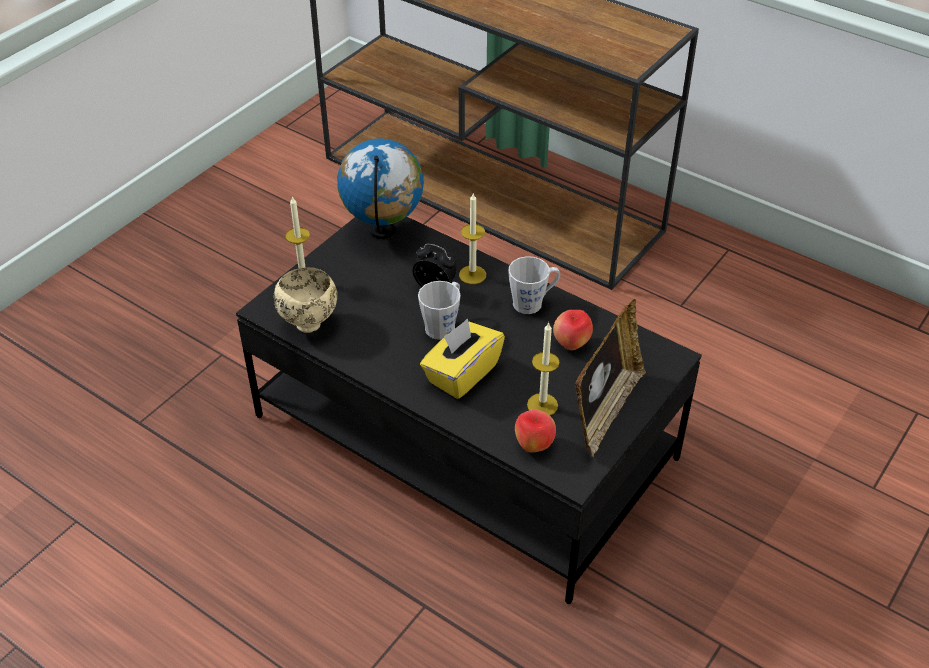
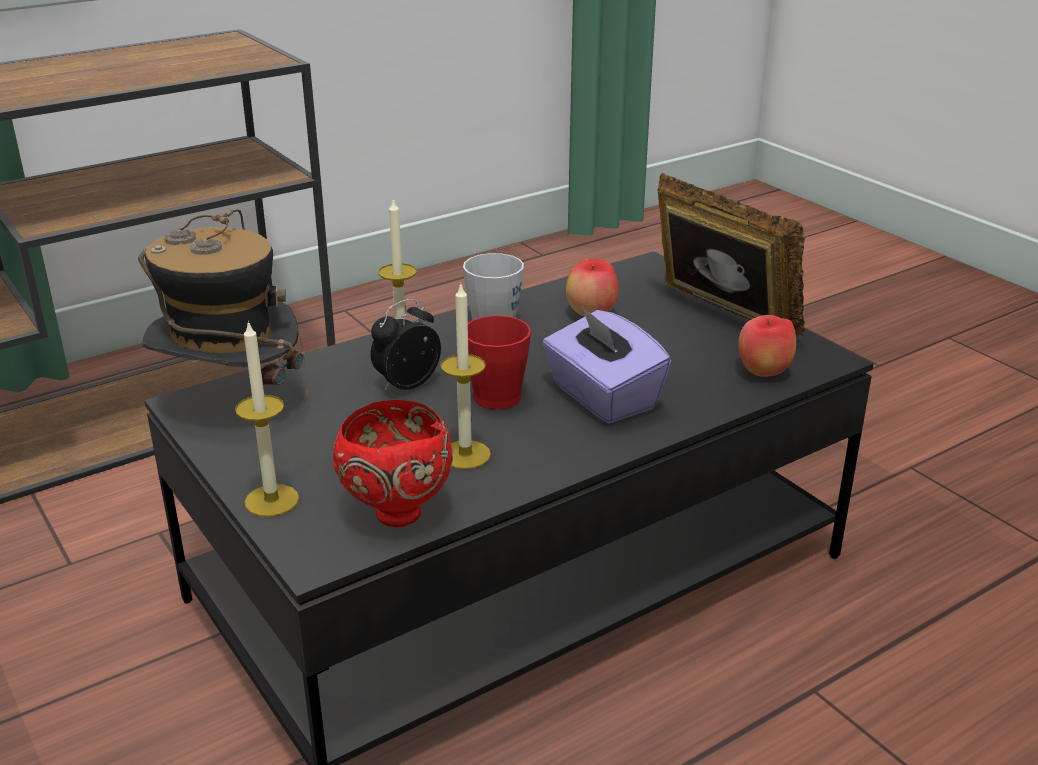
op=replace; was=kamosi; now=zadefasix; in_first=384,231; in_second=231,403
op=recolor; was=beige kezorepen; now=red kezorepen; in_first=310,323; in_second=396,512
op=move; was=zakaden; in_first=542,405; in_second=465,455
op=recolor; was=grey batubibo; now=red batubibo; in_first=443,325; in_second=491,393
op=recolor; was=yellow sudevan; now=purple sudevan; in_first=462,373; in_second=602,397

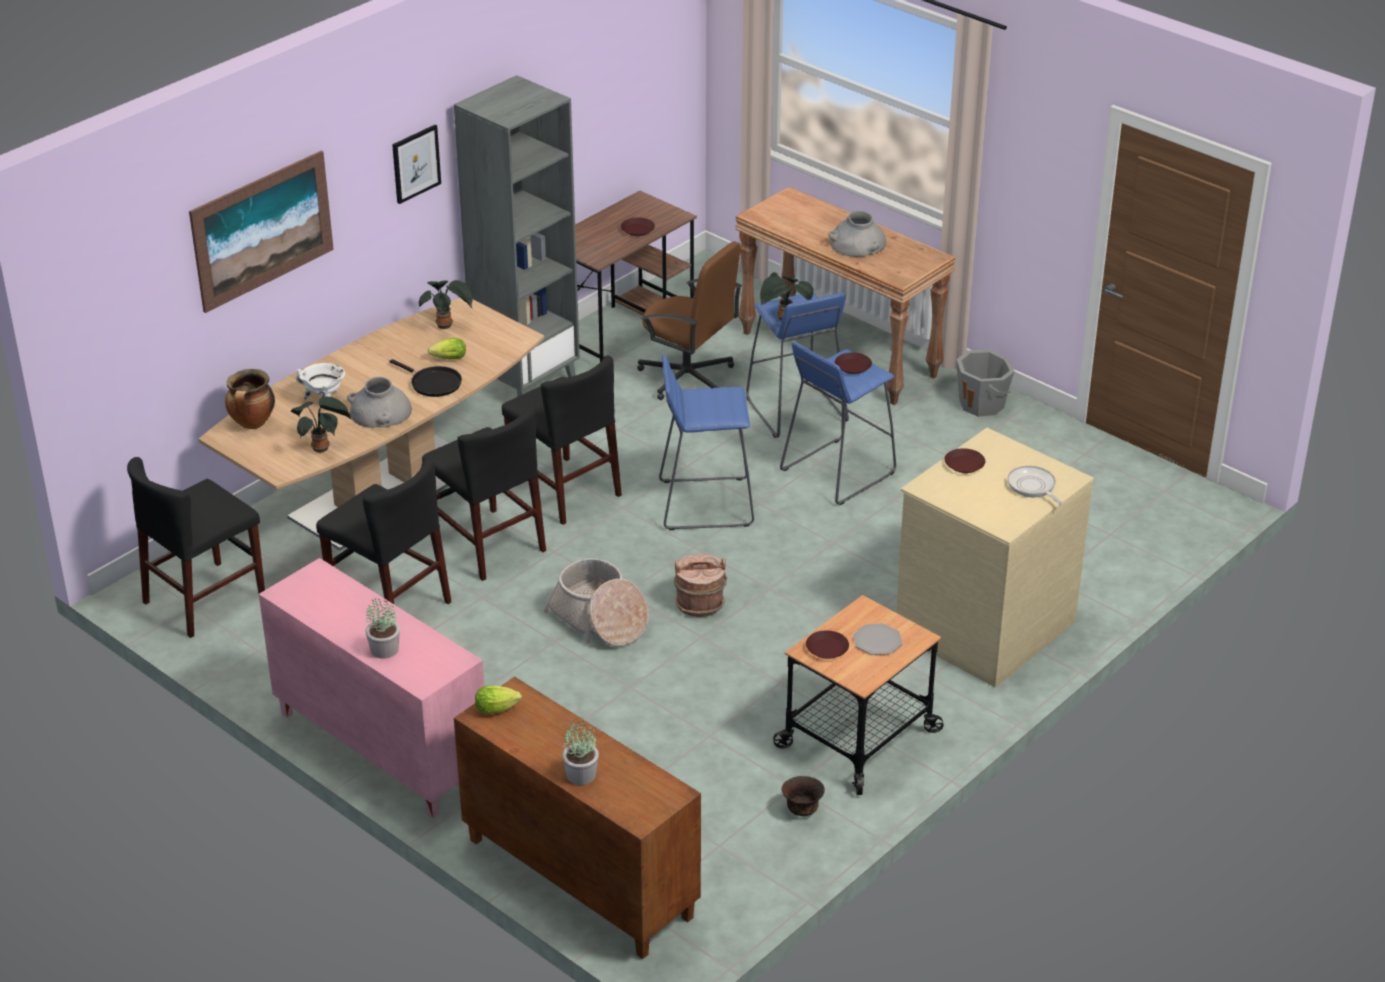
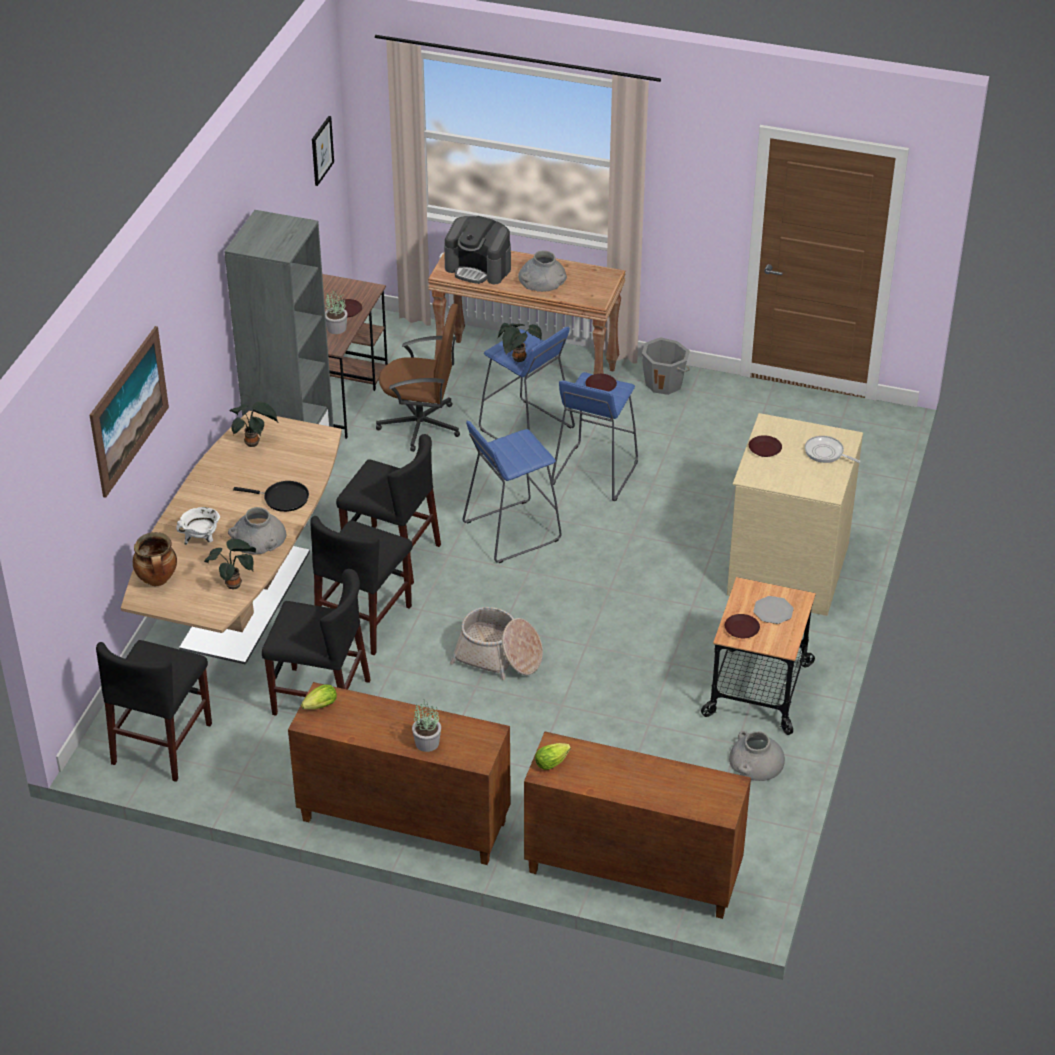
op=recolor; was=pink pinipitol; now=brown pinipitol; in_first=379,747; in_second=402,822
op=move; was=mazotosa; in_first=447,359; in_second=319,707
op=rotate; was=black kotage; in_first=488,544; in_second=364,620; clockwise=90
op=move; was=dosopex; in_first=416,163; in_second=321,150
op=move; was=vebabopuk; in_first=580,774; in_second=336,328
op=insert; now=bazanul; in_second=478,268
op=replace; was=brown kezorepen; now=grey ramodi; in_first=802,810; in_second=756,761
op=delete; was=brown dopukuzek; in_first=700,603

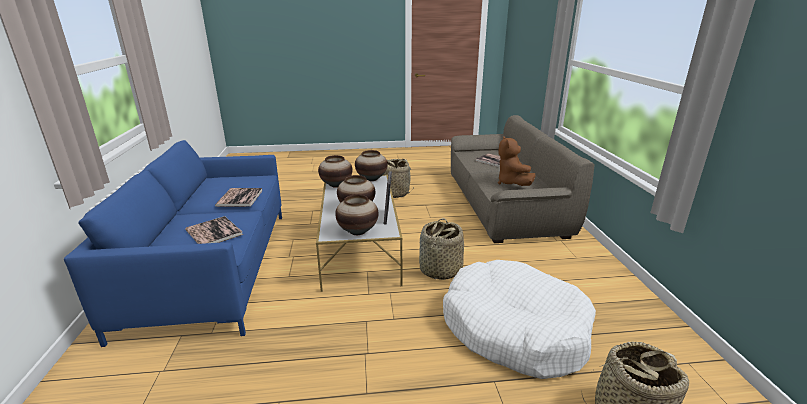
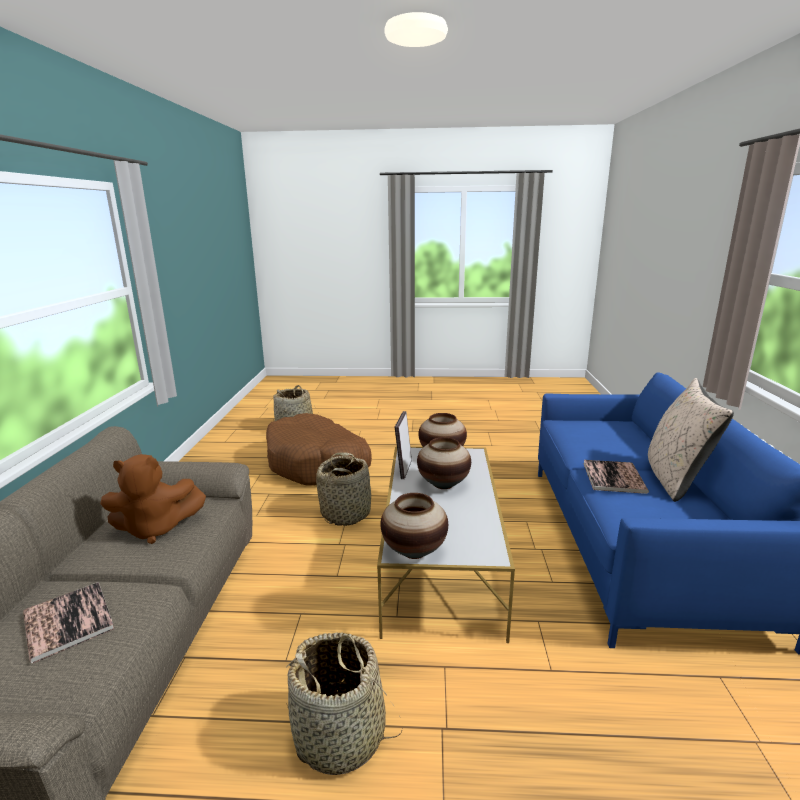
op=rotate; was=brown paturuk; in_first=512,183; in_second=156,529; clockwise=75
op=recolor; was=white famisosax; now=brown famisosax; in_first=513,329; in_second=317,463
op=insert; now=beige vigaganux; in_second=675,478
op=delete; was=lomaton; in_first=214,232
op=delete; was=ramodi; in_first=336,185

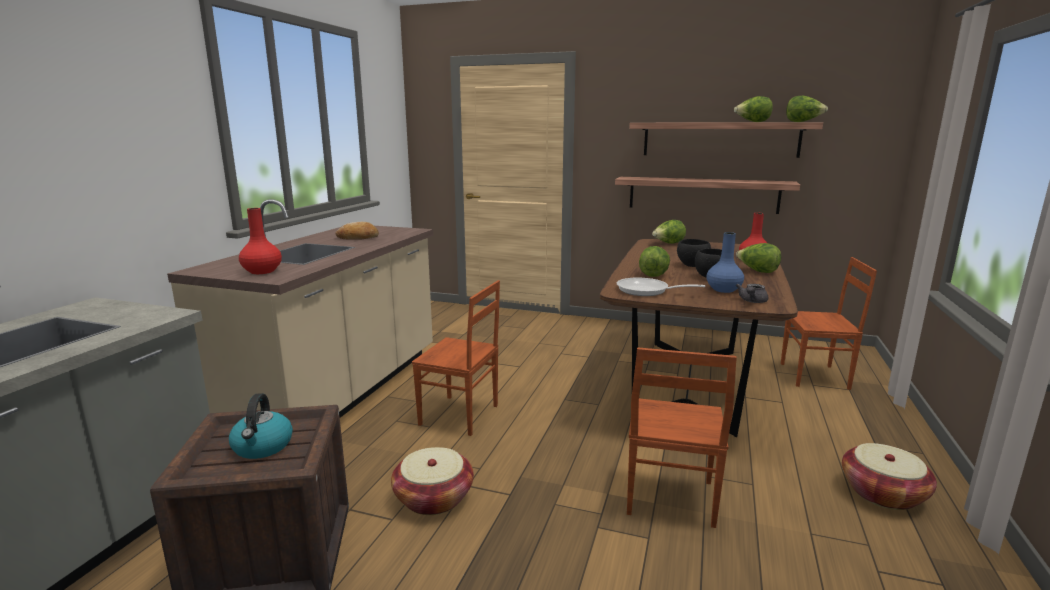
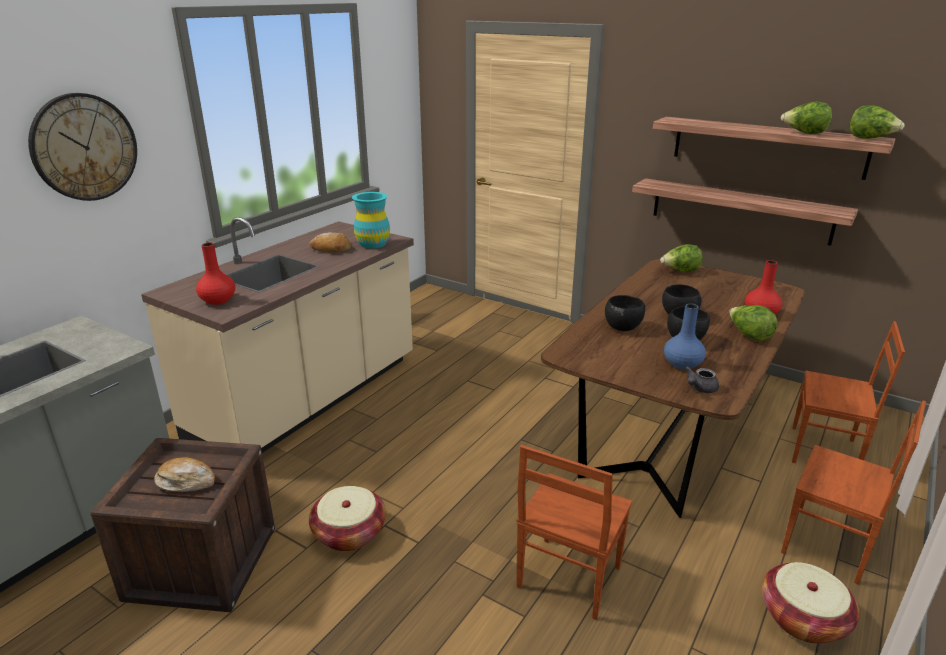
op=insert; now=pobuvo; in_second=84,147
op=replace; was=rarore; now=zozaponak; in_first=263,447; in_second=186,482
op=insert; now=turquoise ramodi; in_second=373,244
op=replace; was=mazotosa; now=black kezorepen; in_first=653,274; in_second=622,327
op=move; was=brown kotage; in_first=460,416; in_second=828,545
op=delete; was=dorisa; in_first=647,291

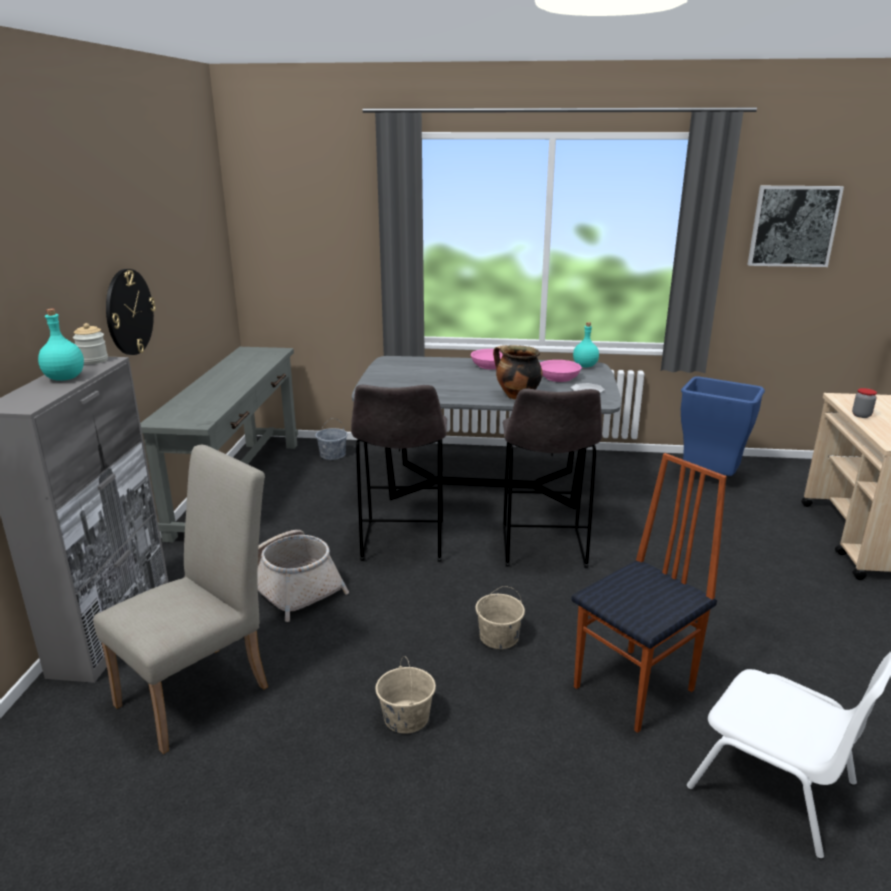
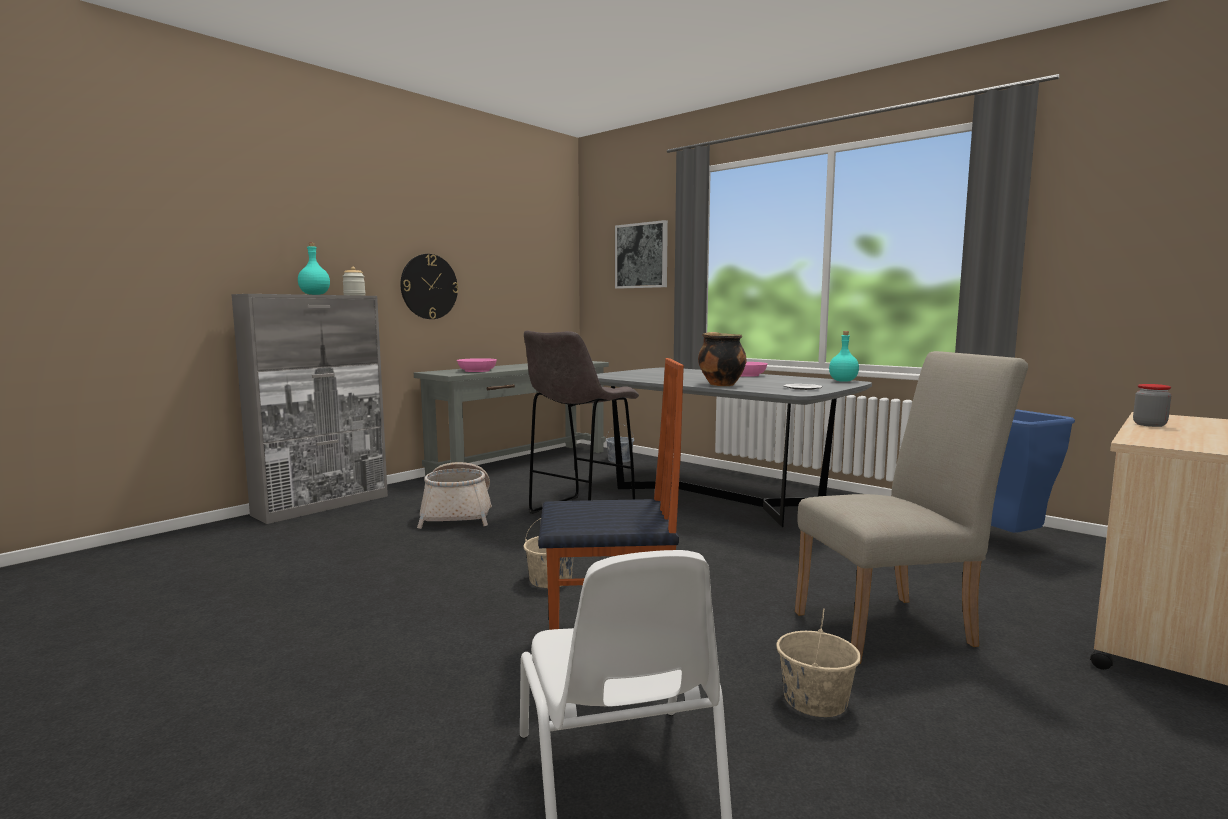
op=move; was=pink kezorepen; in_first=558,377; in_second=477,370
op=move; was=dosopex; in_first=793,226; in_second=641,255
op=move; was=beige dopukuzek; in_first=406,717; in_second=815,700
op=move; was=beige kotage; in_first=203,690; in_second=895,627
op=delete; was=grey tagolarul; in_first=543,549

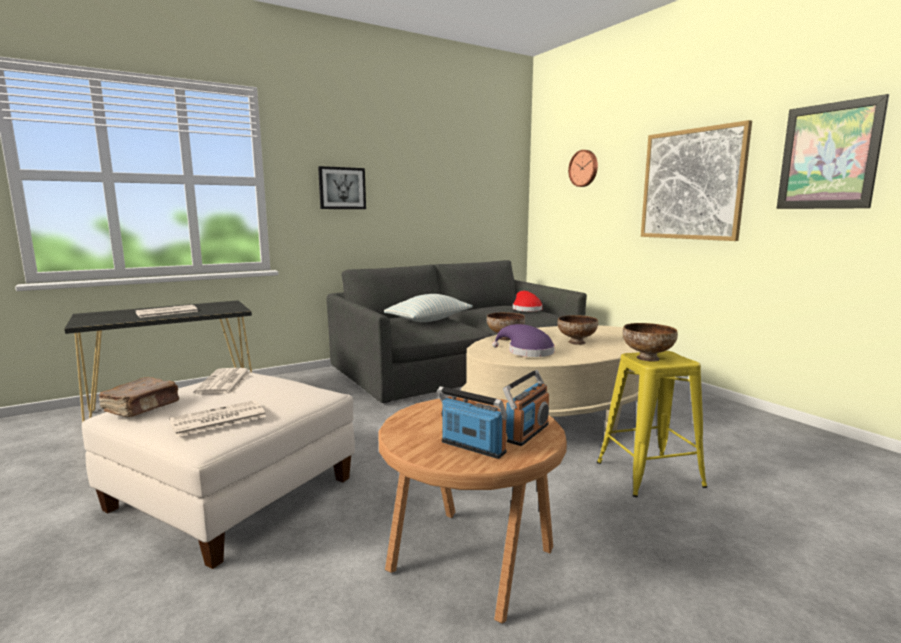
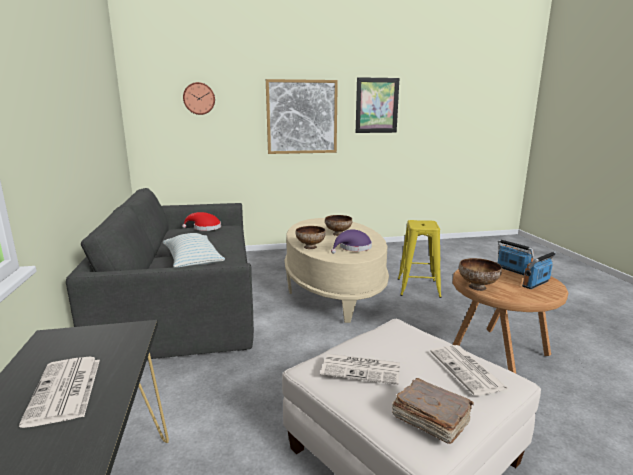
op=move; was=kezorepen; in_first=646,358; in_second=477,287
op=delete; was=dosopex; in_first=342,188

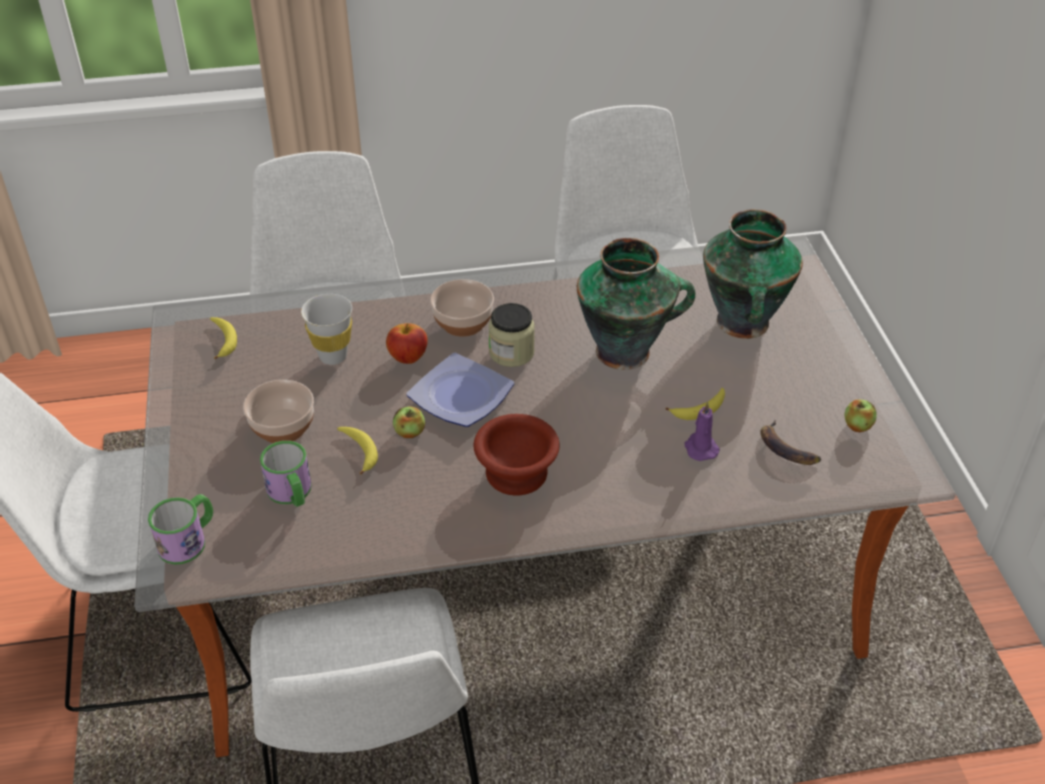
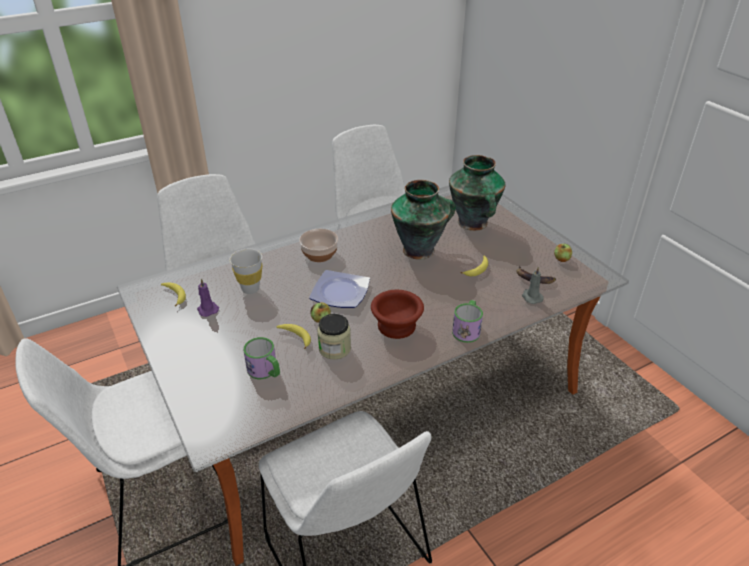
op=move; was=purple zakaden; in_first=700,448; in_second=207,309
op=move; was=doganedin; in_first=511,353; in_second=334,348
op=move; was=batubibo; in_first=188,540; in_second=467,329
op=insert; now=grey zakaden; in_second=531,297
op=delete; was=kezorepen; in_first=283,428
op=delete; was=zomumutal; in_first=408,357

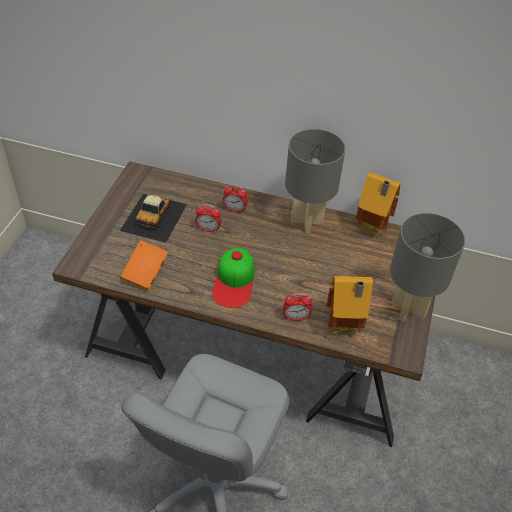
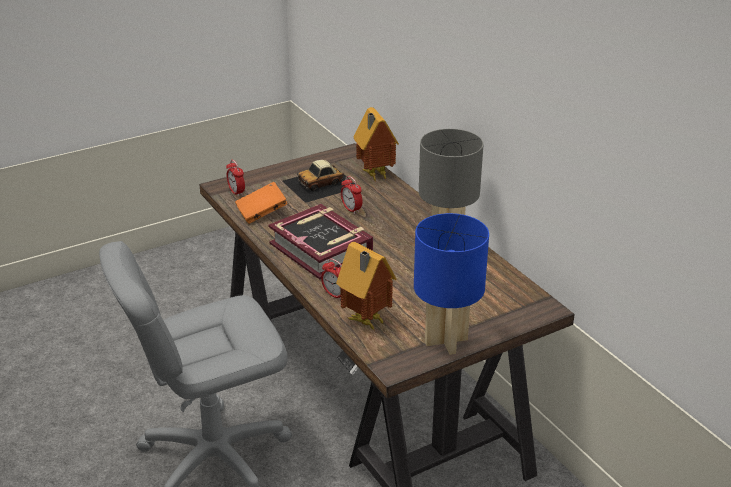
op=move; was=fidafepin; in_first=235,209; in_second=236,192
op=replace; was=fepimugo; now=lomaton; in_first=234,281; in_second=321,249
op=move; was=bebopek; in_first=372,228; in_second=374,175
op=recolor; was=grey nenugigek; now=blue nenugigek; in_first=408,308; in_second=447,340

